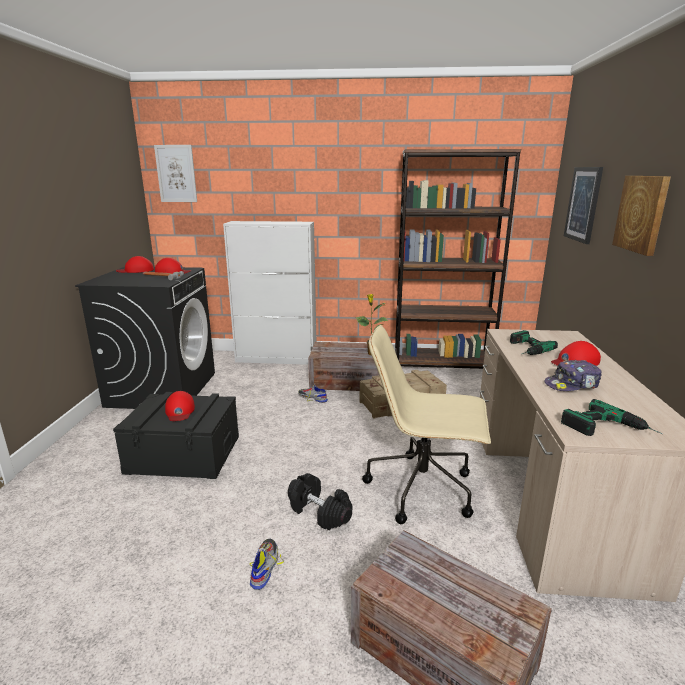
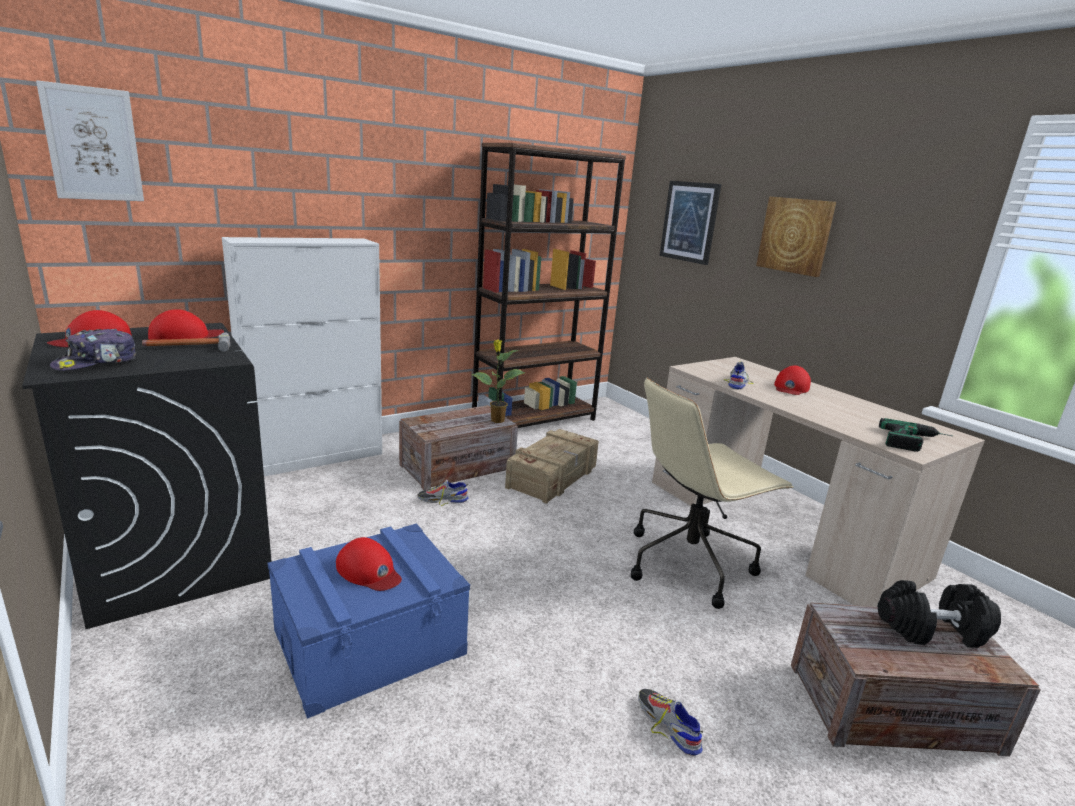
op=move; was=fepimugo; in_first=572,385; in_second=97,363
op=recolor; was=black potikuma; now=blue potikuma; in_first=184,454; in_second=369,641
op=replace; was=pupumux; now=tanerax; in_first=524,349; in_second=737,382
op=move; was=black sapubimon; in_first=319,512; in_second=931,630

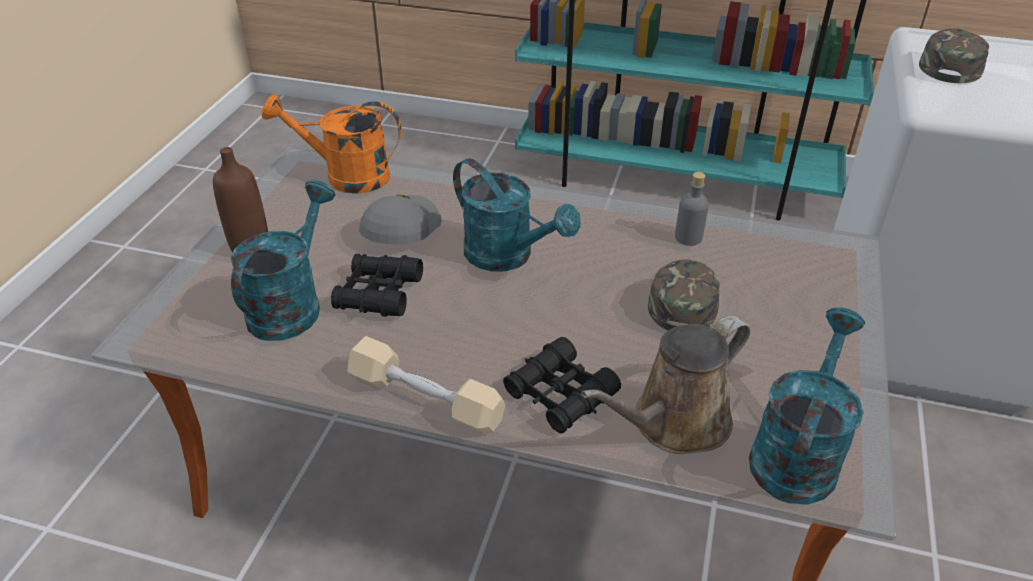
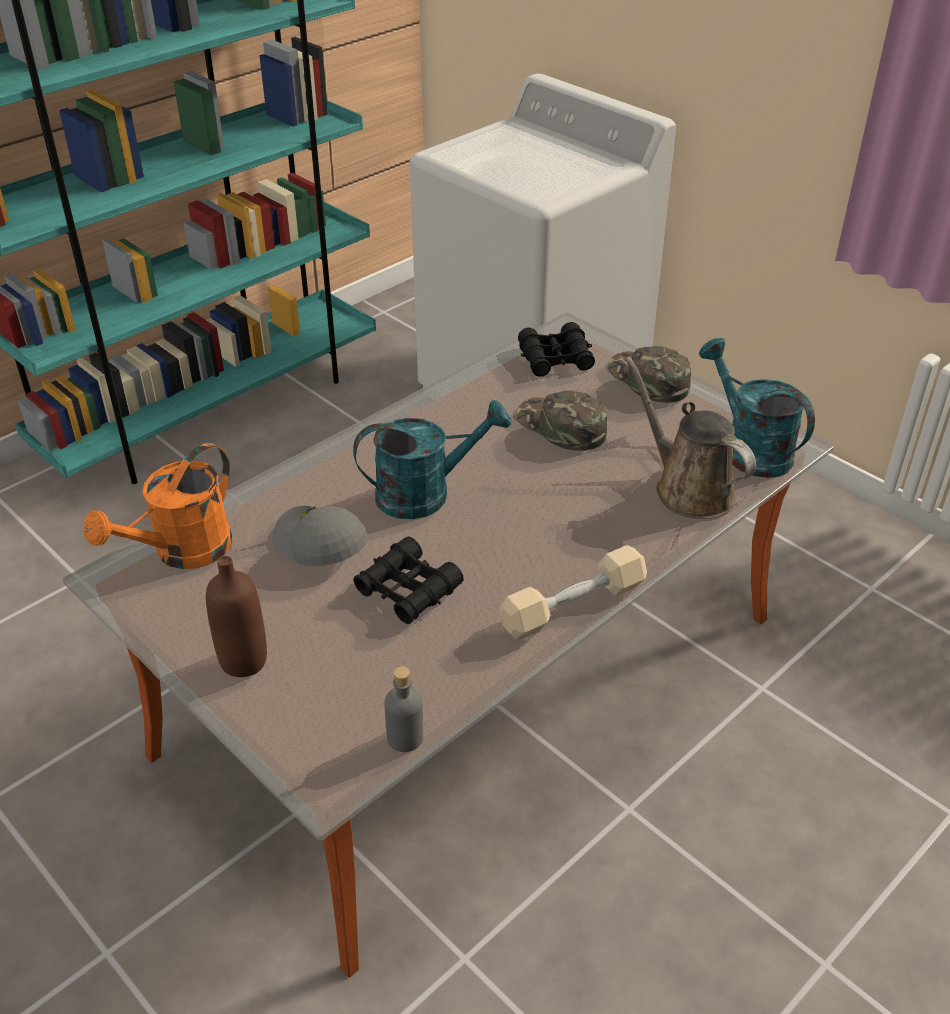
op=move; was=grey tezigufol; in_first=688,237; in_second=405,737
op=move; was=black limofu; in_first=560,394; in_second=555,359
op=move; was=green fepimugo; in_first=950,64; in_second=648,379
op=rotate; was=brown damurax; in_first=674,424; in_second=688,488; clockwise=150
op=delete; was=turquoise damurax; in_first=291,304

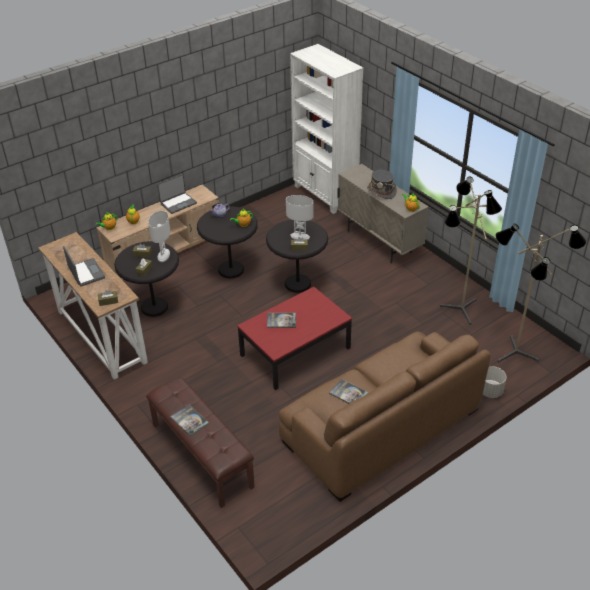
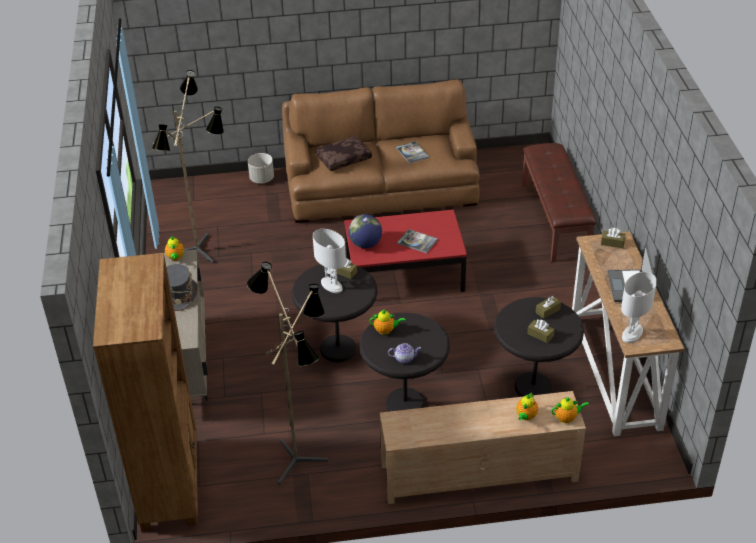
op=recolor; was=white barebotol; now=brown barebotol; in_first=325,195; in_second=170,483
op=move; was=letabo; in_first=515,356; in_second=301,458
op=insert; now=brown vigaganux; in_second=343,158
op=insert; now=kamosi; in_second=365,244
op=move; was=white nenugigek; in_first=163,256; in_second=632,334
op=delete; was=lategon; in_first=178,203
op=delete; was=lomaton; in_first=189,420

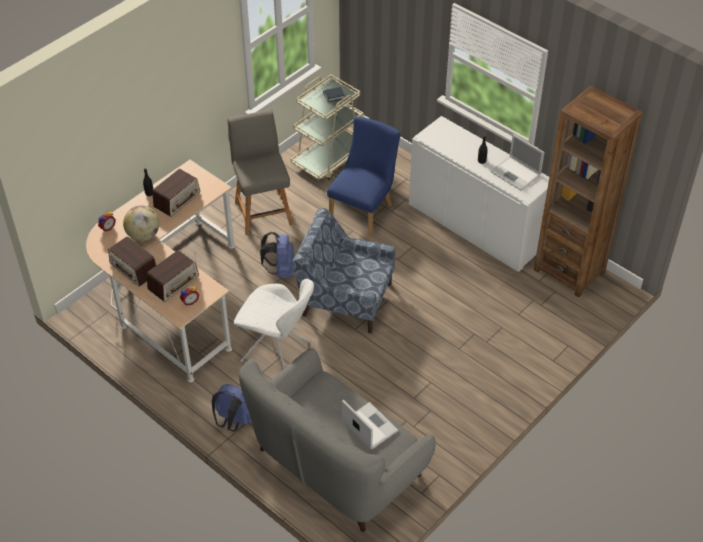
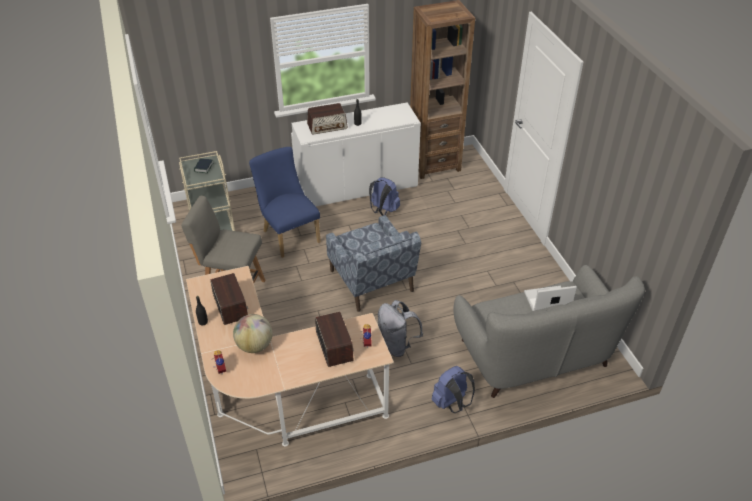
op=move; was=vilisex; in_first=134,269; in_second=327,126
op=rotate; was=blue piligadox; in_first=345,299; in_second=372,282; clockwise=-75
op=move; was=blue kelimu; in_first=281,270; in_second=383,210
op=replace; was=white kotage; now=grey kelimu; in_first=277,352; in_second=397,345
op=delete; was=lategon; in_first=516,174

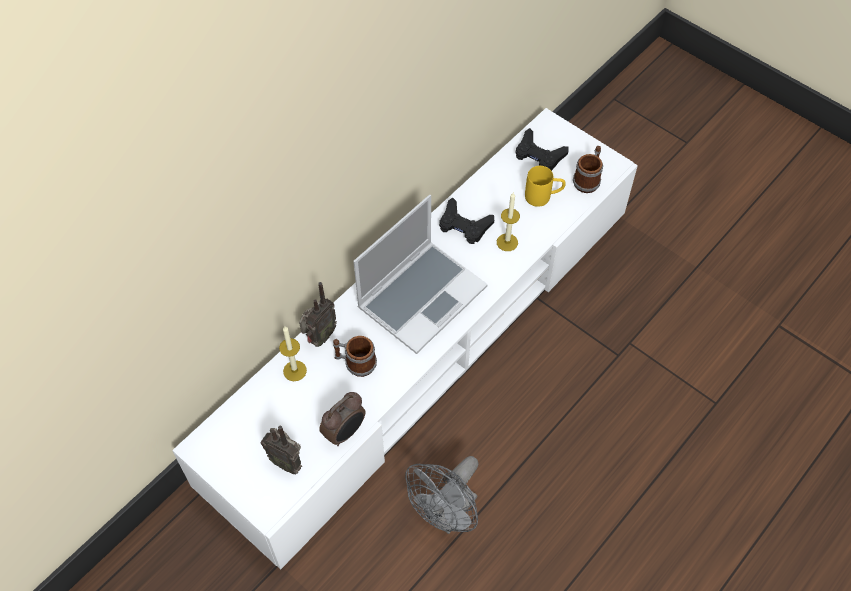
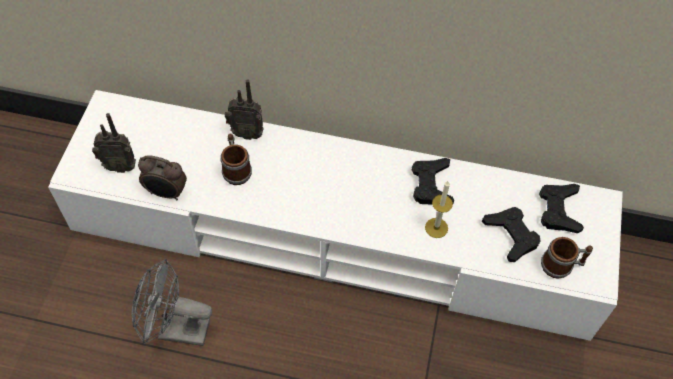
op=rotate; was=vilisex; in_first=286,462; in_second=120,166; clockwise=-90
op=replace; was=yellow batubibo; now=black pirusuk; in_first=543,197; in_second=511,235
op=delete; was=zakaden; in_first=295,370
op=delete; was=lategon; in_first=422,296

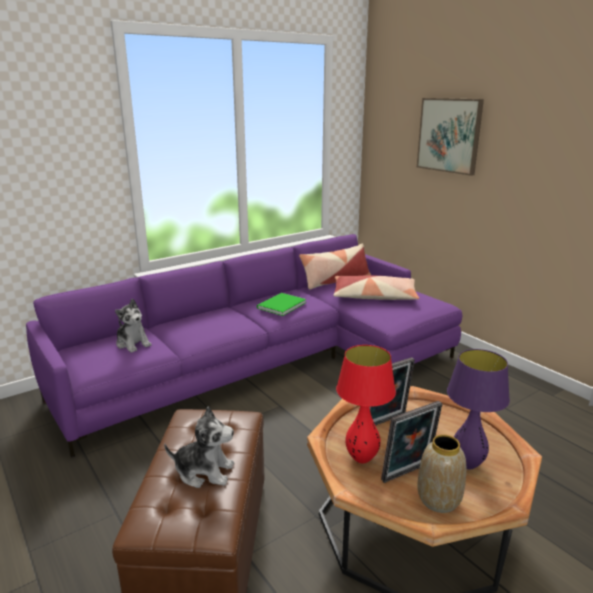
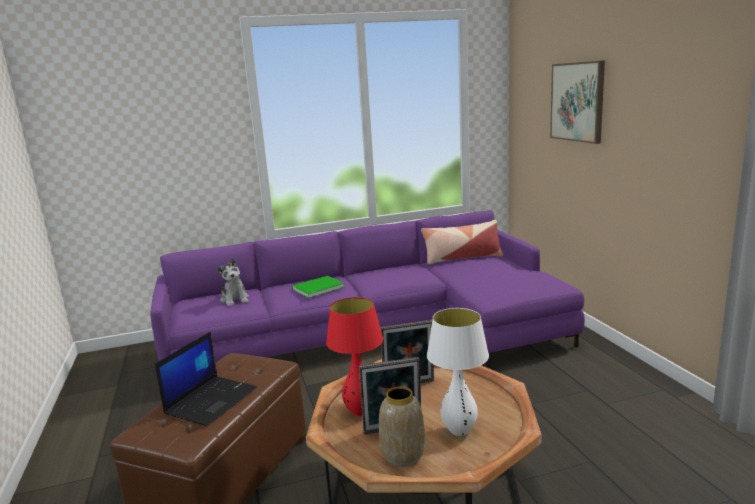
op=replace; was=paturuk; now=lategon; in_first=204,471; in_second=211,400
op=move; was=green lomaton; in_first=280,305; in_second=316,288
op=recolor; was=purple nenugigek; now=white nenugigek; in_first=467,464; in_second=459,431
op=delete; was=vigaganux; in_first=374,296

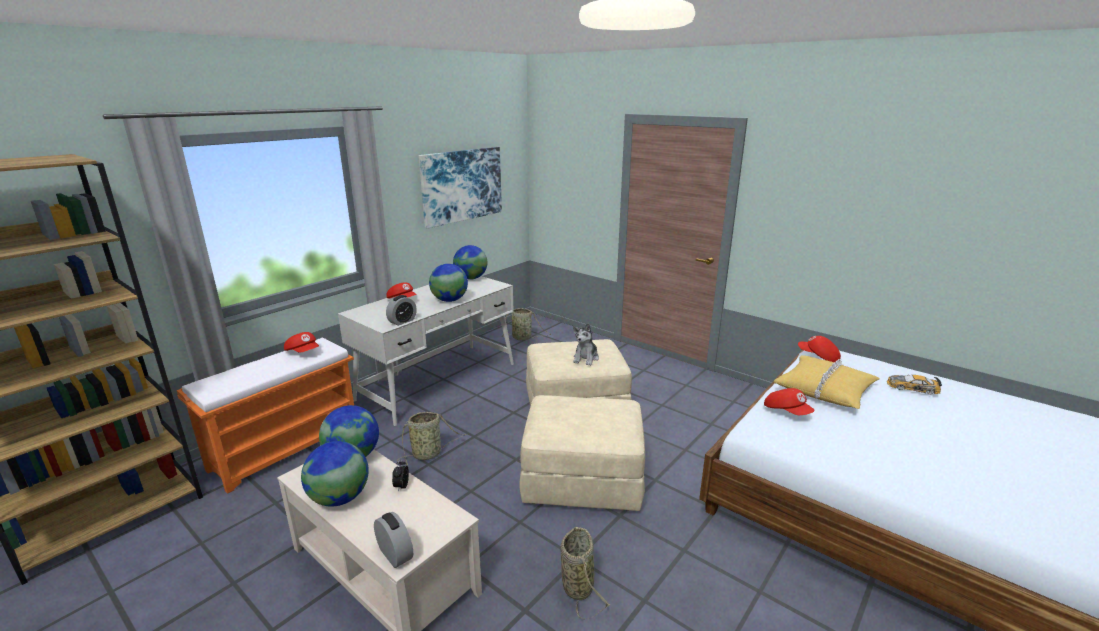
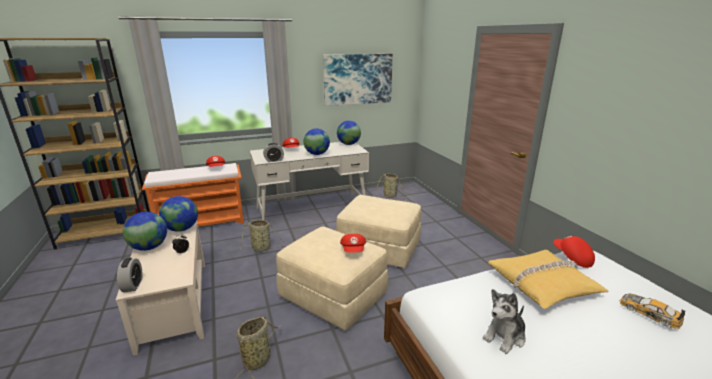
op=move; was=red fepimugo; in_first=787,411; in_second=353,250
op=move; was=paturuk; in_first=586,358; in_second=505,337

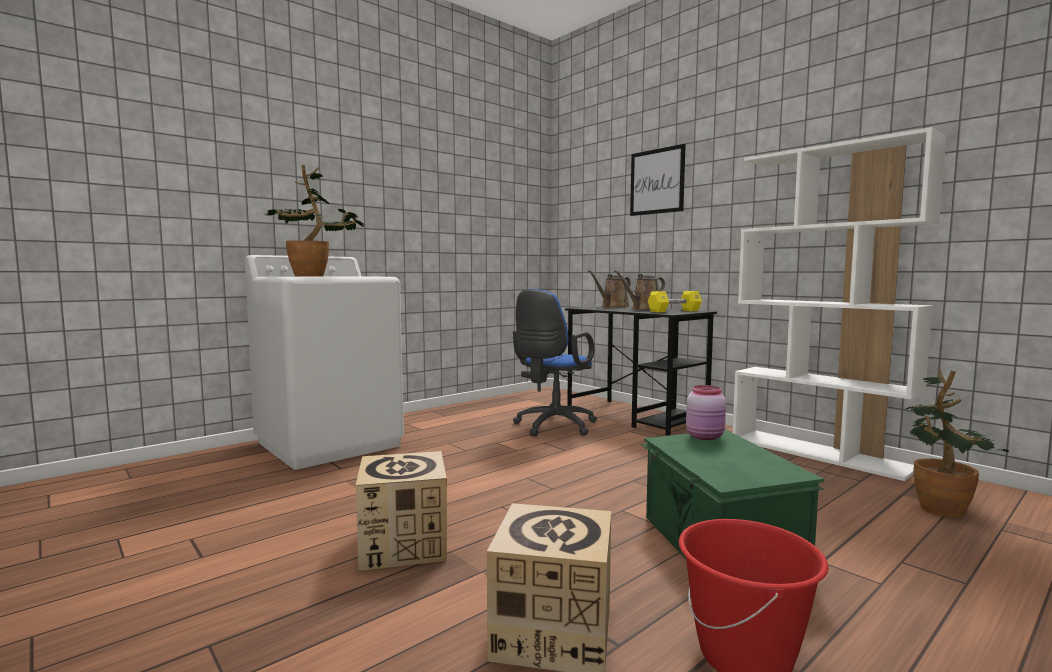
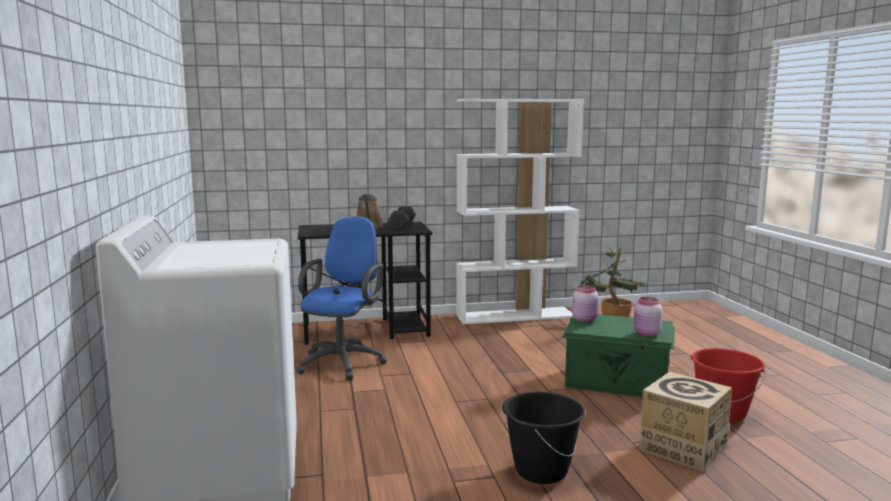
op=rotate; was=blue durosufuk; in_first=552,427; in_second=344,362; clockwise=-135
op=recolor; was=yellow sapubimon; now=black sapubimon; in_first=674,311; in_second=402,226
op=replace; was=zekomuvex; now=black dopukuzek; in_first=404,545; in_second=541,471
op=insert; now=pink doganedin; in_second=646,334
op=delete; was=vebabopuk; in_first=315,276
op=delete; was=brown damurax; in_first=613,307
op=delete; was=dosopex; in_first=657,181

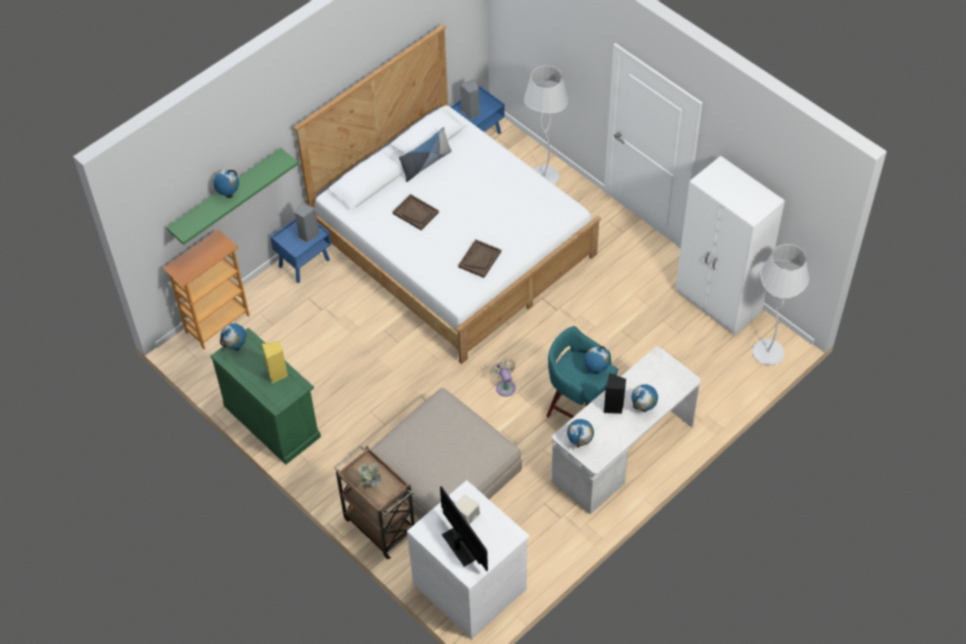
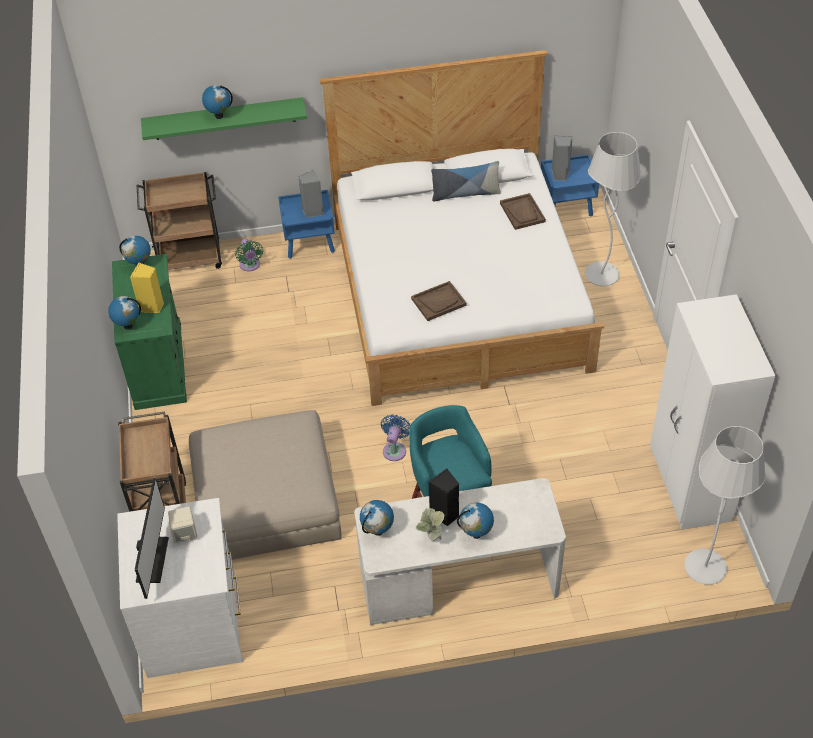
op=move; was=kamosi; in_first=596,370; in_second=128,326
op=replace; was=barebotol; now=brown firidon; in_first=217,323; in_second=190,258
op=insert; now=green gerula; in_second=250,265
op=recolor; was=beige gerula; now=blue gerula; in_first=505,386; in_second=395,449
op=move; was=vebabopuk; in_first=371,486; in_second=431,538
op=move; was=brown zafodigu; in_first=416,213; in_second=522,212

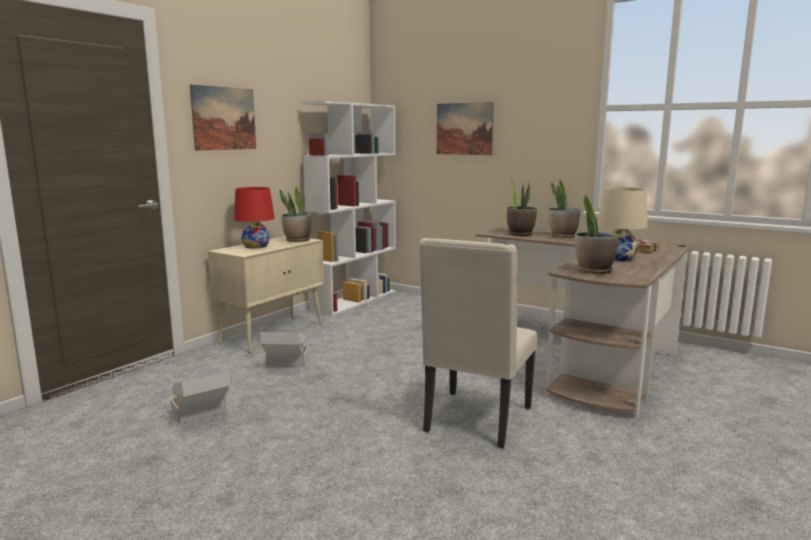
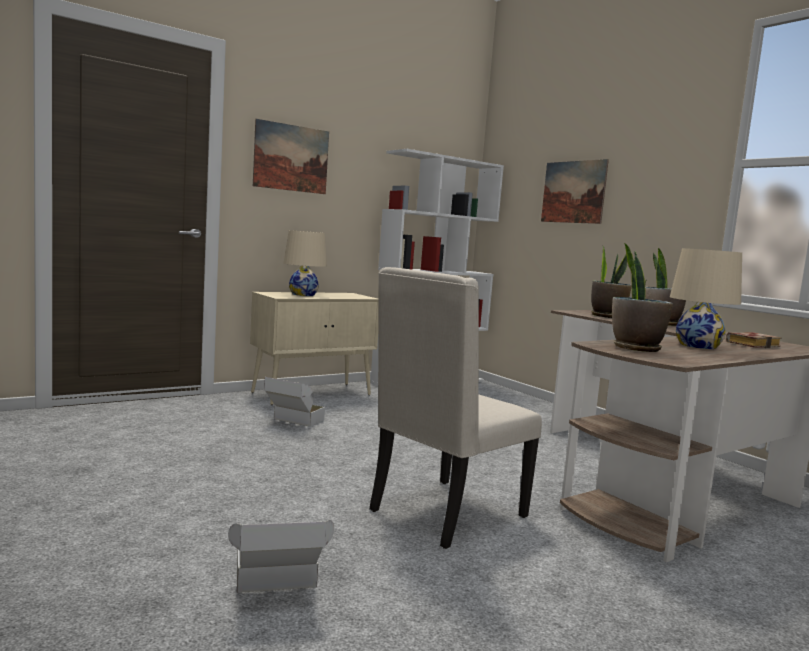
op=move; was=zekomuvex; in_first=202,417; in_second=277,588
op=recolor; was=red nenugigek; now=beige nenugigek; in_first=256,246; in_second=303,294
op=delete; was=vebabopuk; in_first=297,240

